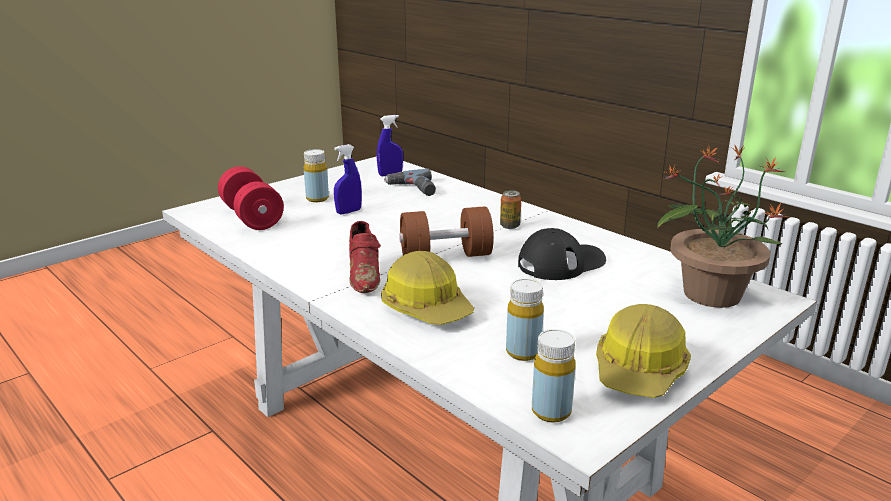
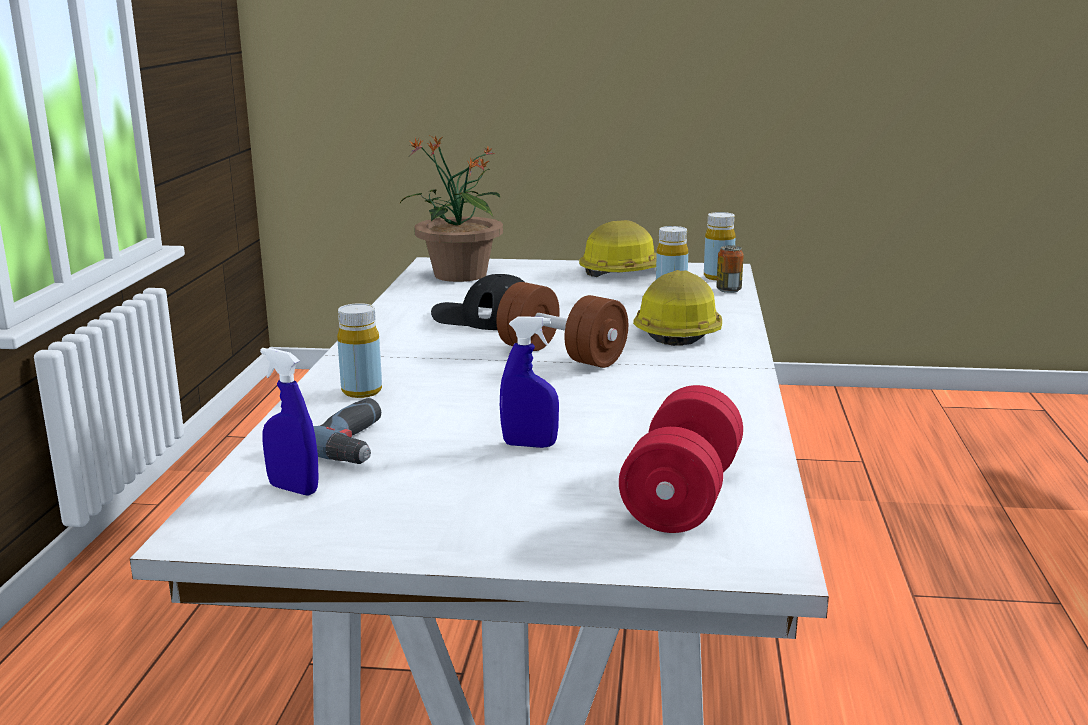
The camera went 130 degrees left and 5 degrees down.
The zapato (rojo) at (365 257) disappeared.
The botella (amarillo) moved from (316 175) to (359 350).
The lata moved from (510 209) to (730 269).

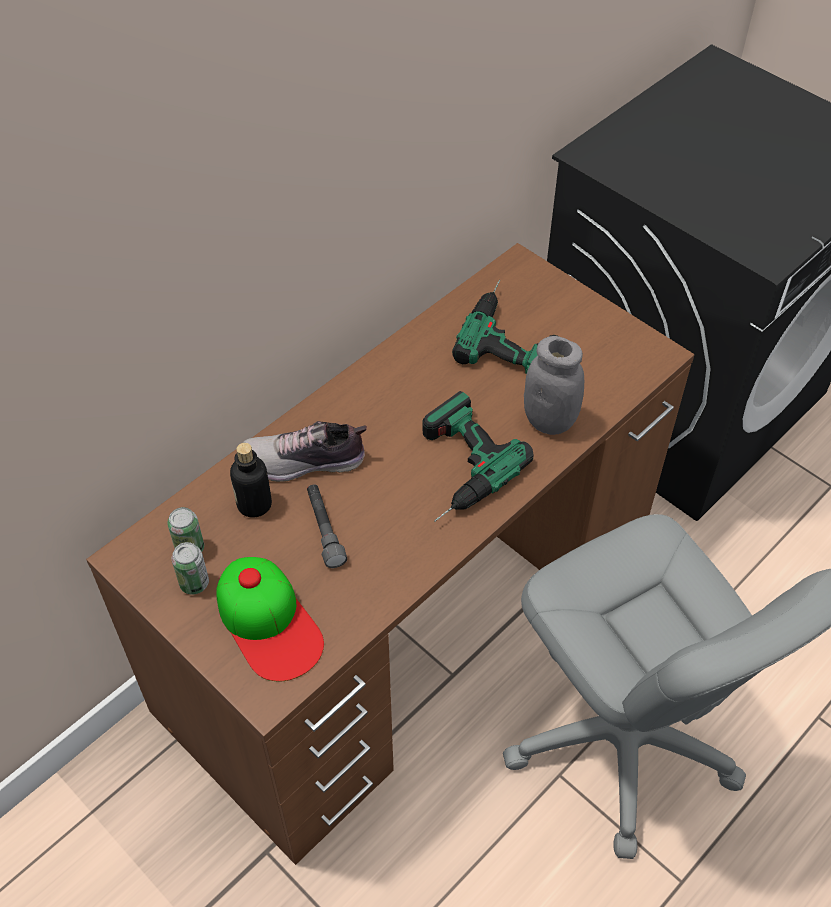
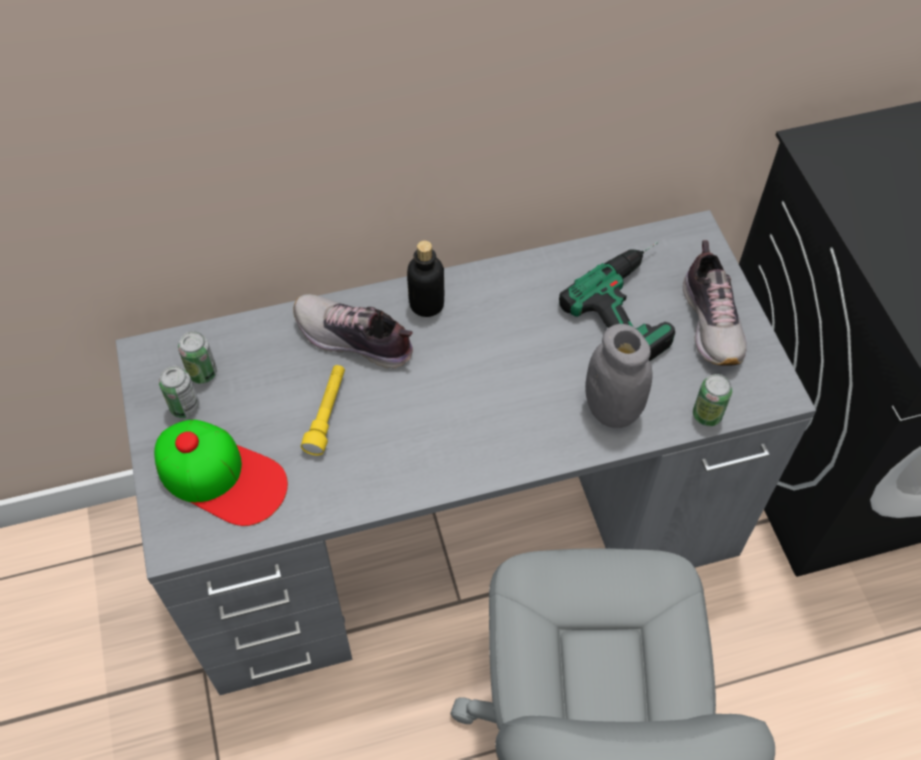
The camera went 30 degrees right and 5 degrees up.
The taladro at (477 456) disappeared.
The zapato at (715 303) appeared.
The lata at (712 400) appeared.
The botella moved from (251 480) to (425 279).
The escritorio (marrón) at (390 554) became the escritorio (gris) at (466 452).
The linterna (gris) at (327 526) became the linterna (amarillo) at (323 410).
The gorra at (270 619) turned 60 degrees counterclockwise.

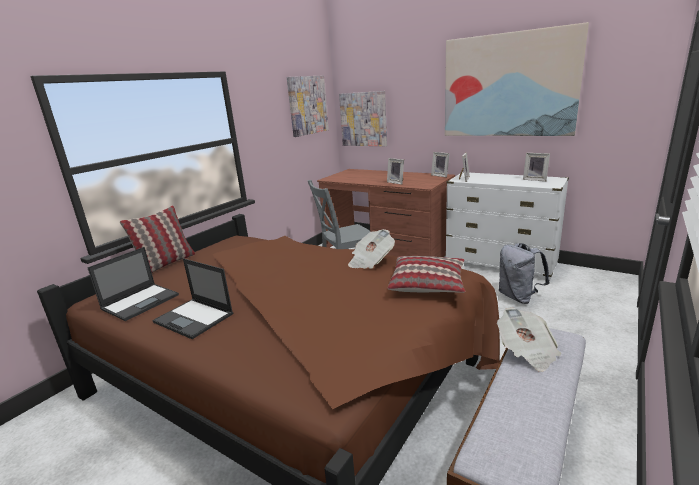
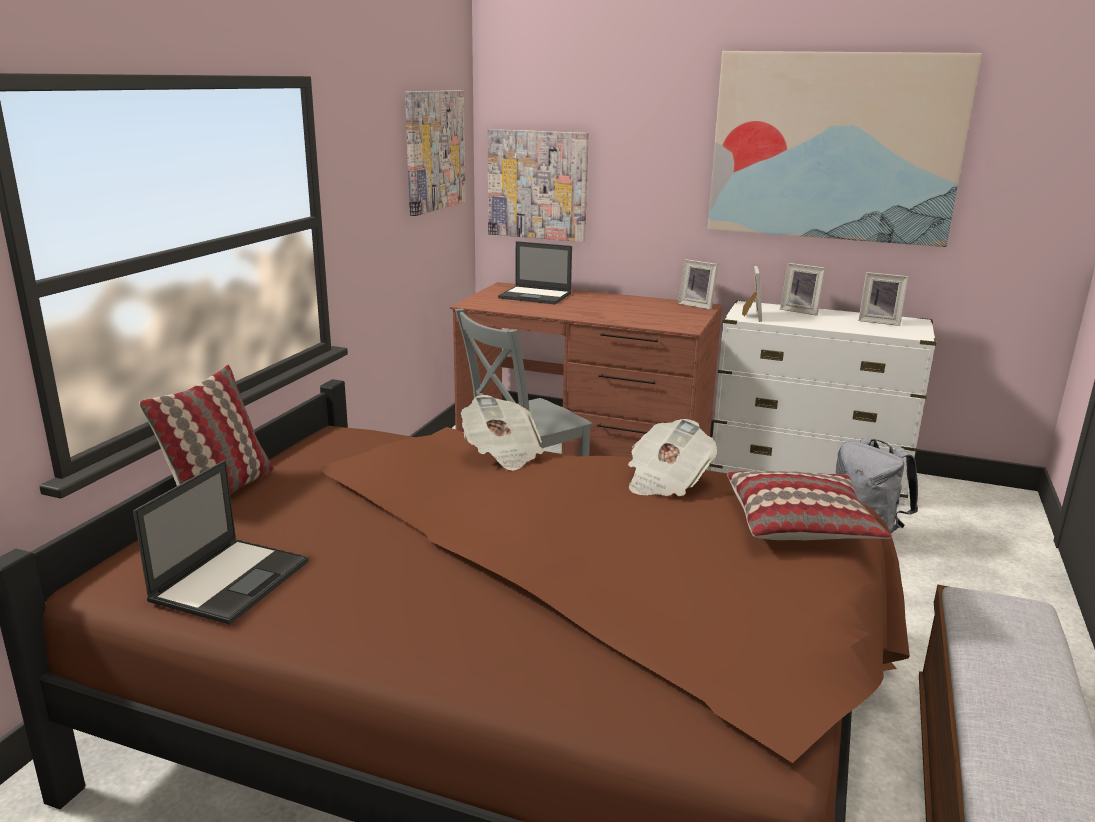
The camera went 15 degrees left and 0 degrees up.
The portátil moved from (192 298) to (535 272).
The portarretratos moved from (395 171) to (803 289).
The periódico moved from (529 339) to (502 433).

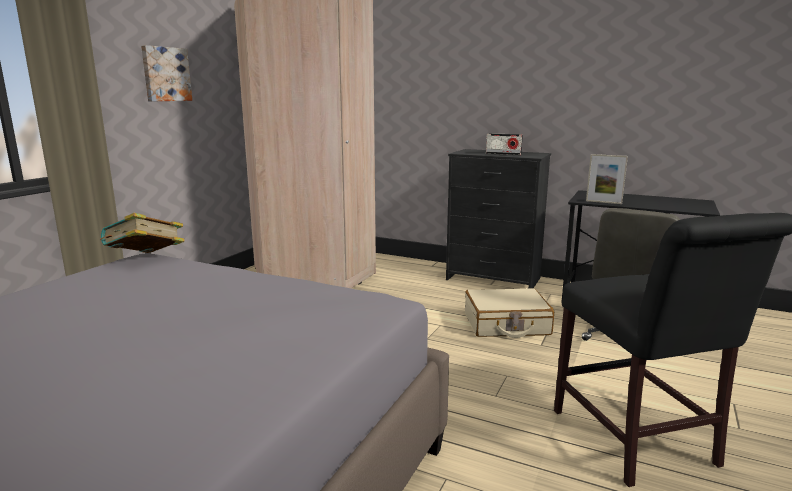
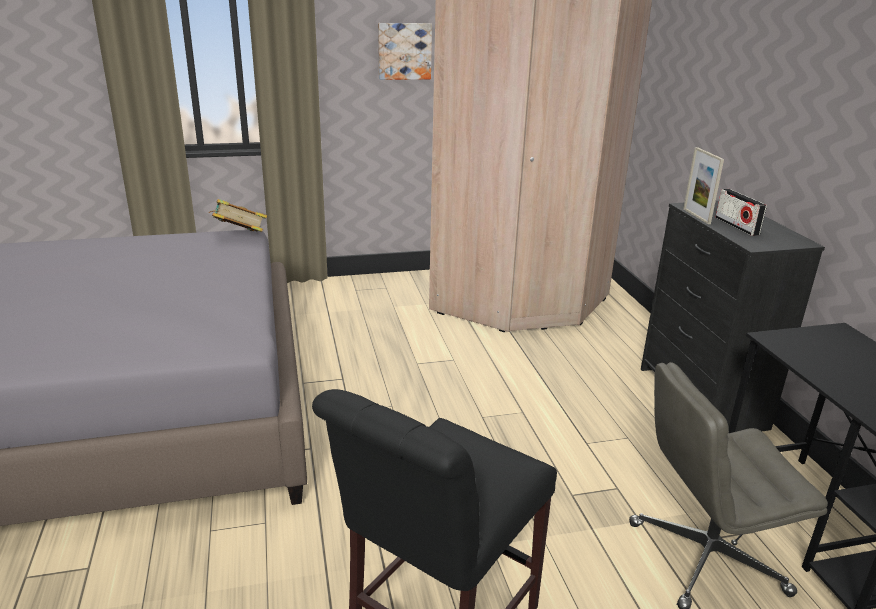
The camera went 50 degrees right and 10 degrees up.
The maleta (beis) at (509 313) disappeared.
The portarretratos moved from (607 179) to (703 185).

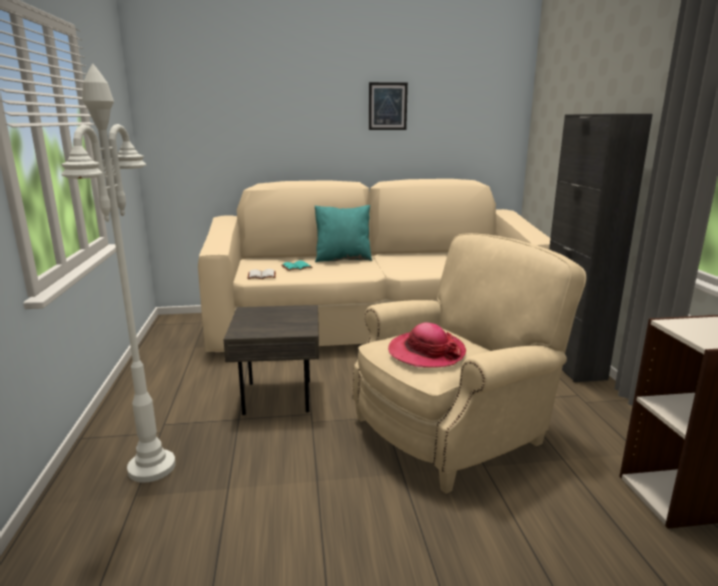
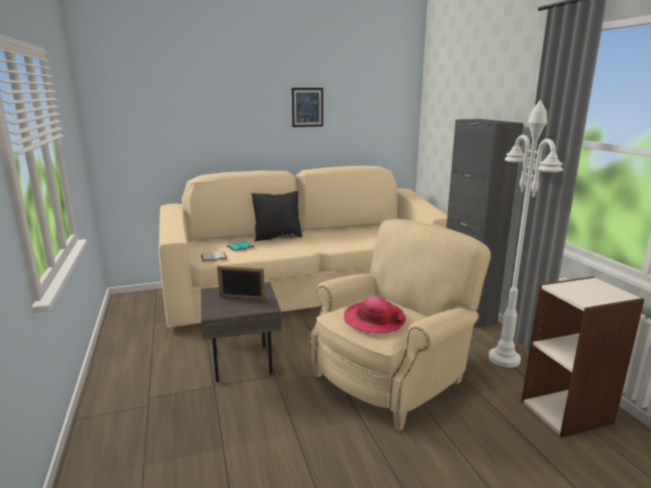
The camera went 10 degrees left and 0 degrees up.
The portarretratos at (241 283) appeared.
The lámpara de pie (blanco) moved from (118 273) to (526 234).
The cojín (turquesa) at (343 233) became the cojín (negro) at (277 216).

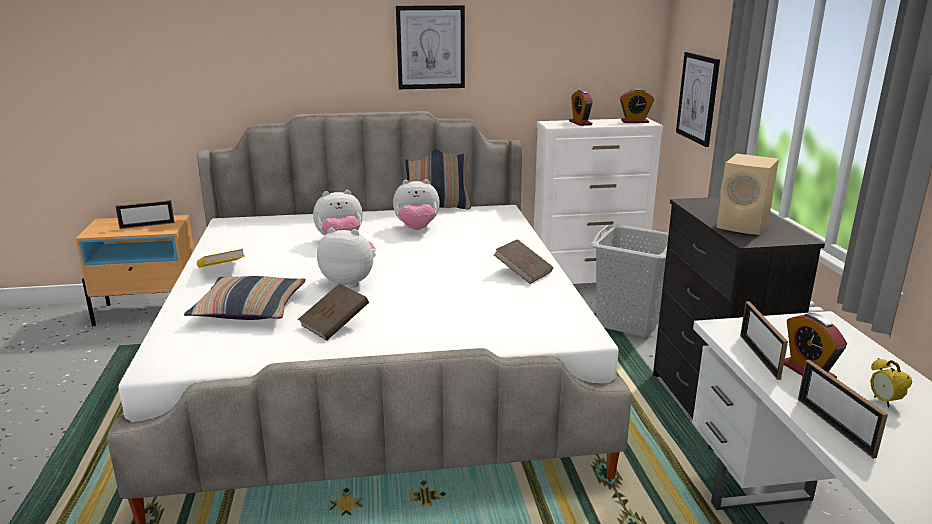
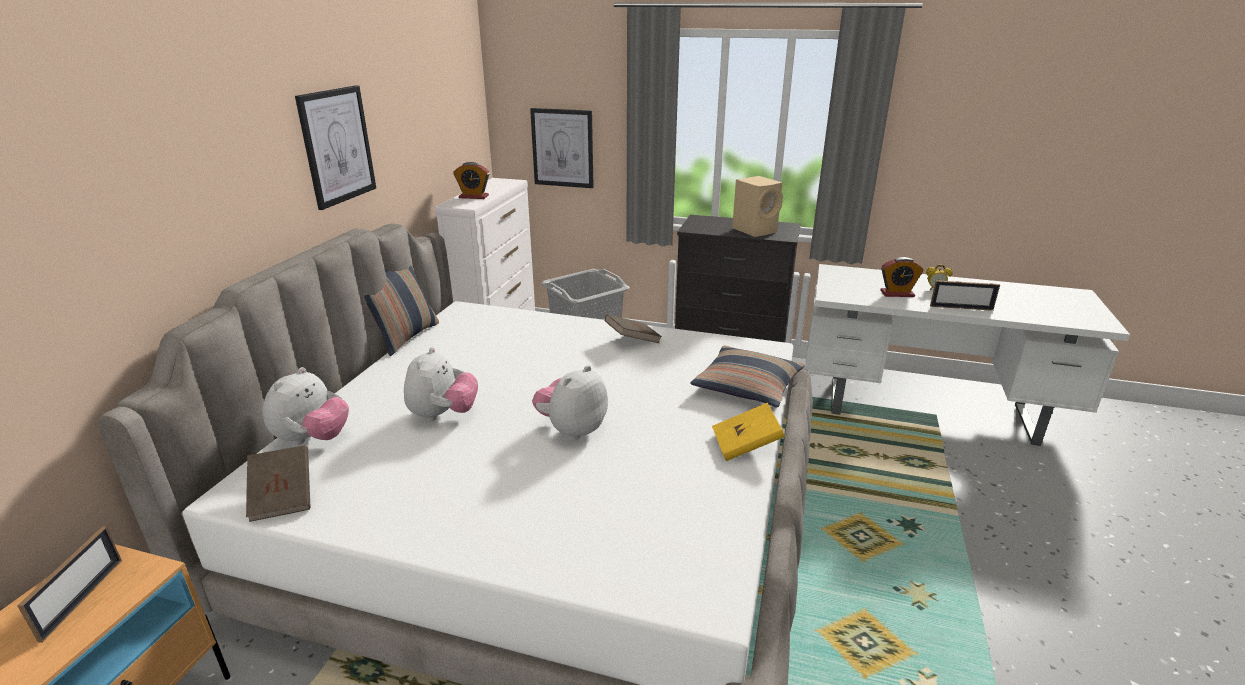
The camera went 65 degrees left and 5 degrees up.
The despertador at (637 106) disappeared.
The portarretratos at (764 340) disappeared.
The cojín moved from (245 298) to (747 376).
The libro (amarillo) moved from (220 258) to (748 432).
The libro (marrón) moved from (333 312) to (278 483).
The peluche moved from (416 204) to (305 406).

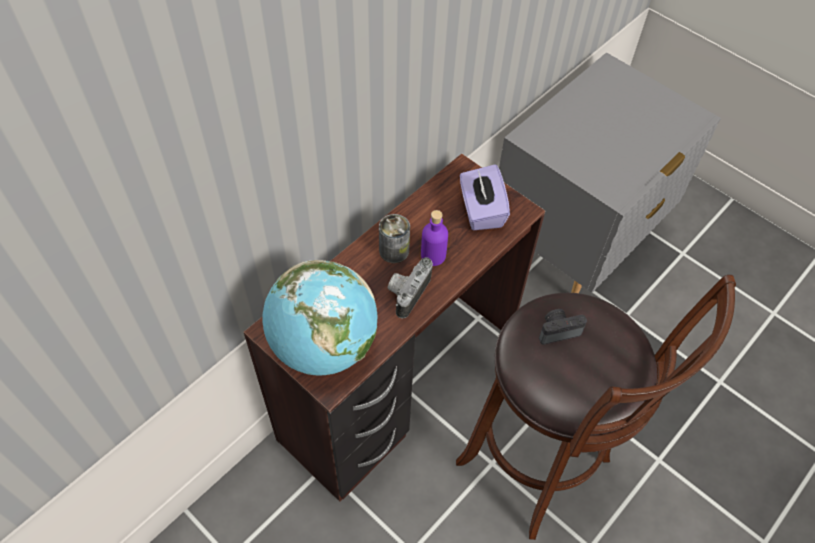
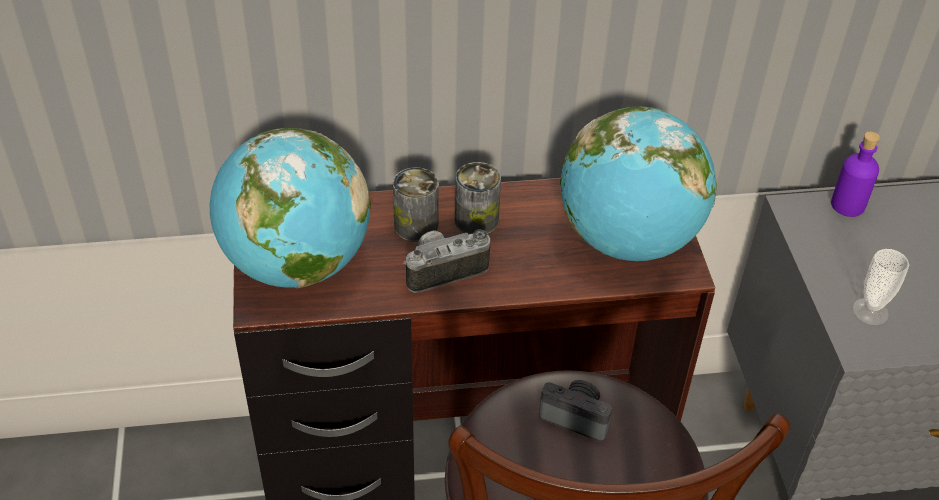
The camera went 40 degrees right and 10 degrees down.
The lata at (416 204) appeared.
The taza at (880 287) appeared.
The botella (morado) moved from (434 238) to (855 174).
The caja de pañuelos (morado) at (485 197) was replaced by the globo terráqueo at (638 183).

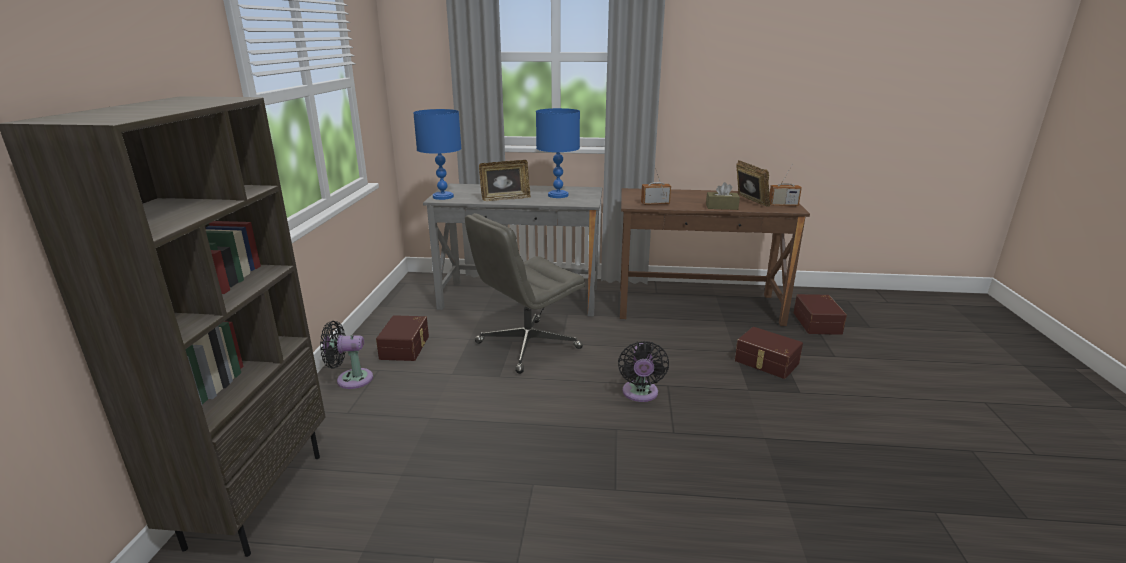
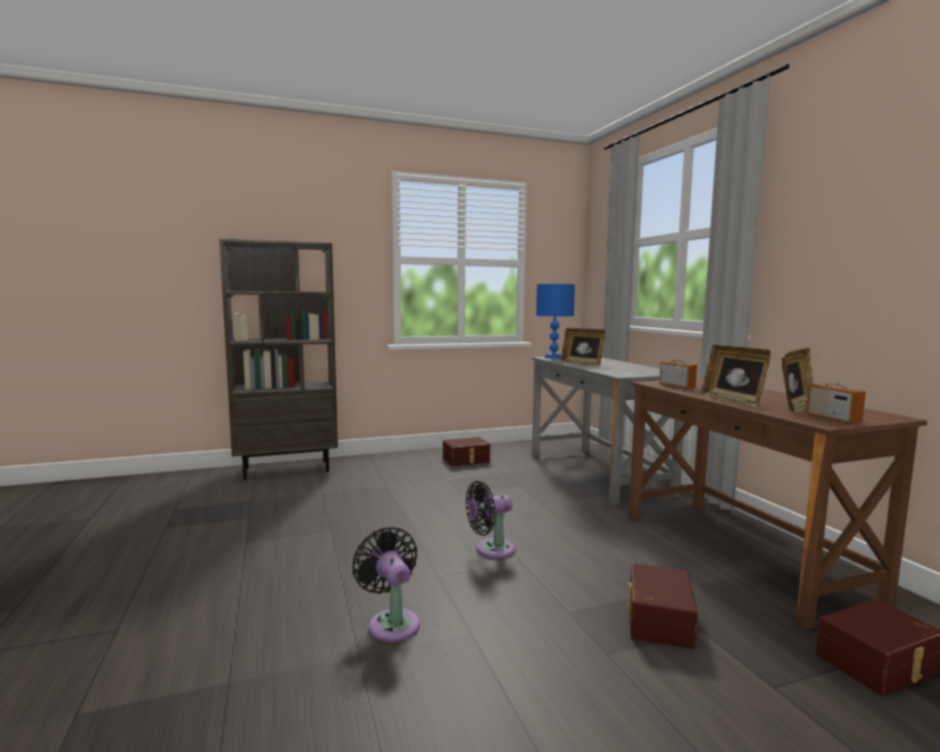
The camera went 65 degrees right and 15 degrees down.
The silla de oficina (gris) at (525 293) disappeared.
The lámpara de mesa (azul) at (558 153) disappeared.
The ventilador (negro) moved from (346 355) to (386 584).
The caja de pañuelos (marrón) at (723 196) was replaced by the portarretratos at (736 376).

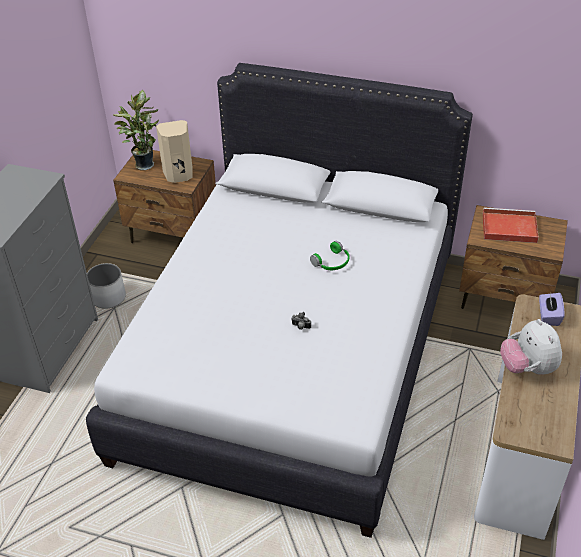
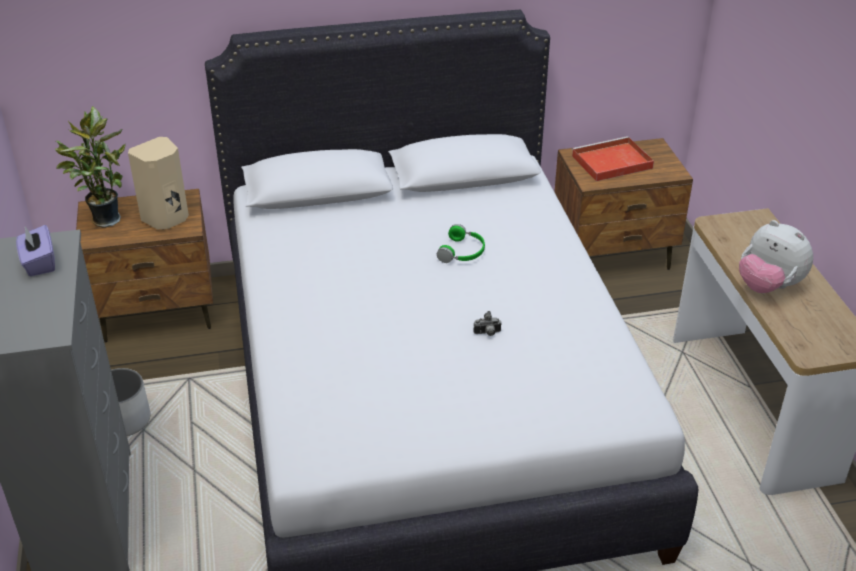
The camera went 30 degrees left and 5 degrees down.
The caja de pañuelos (morado) moved from (551 309) to (35 250).

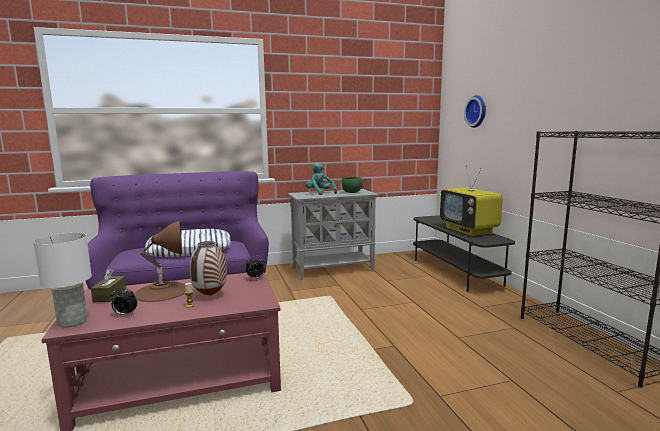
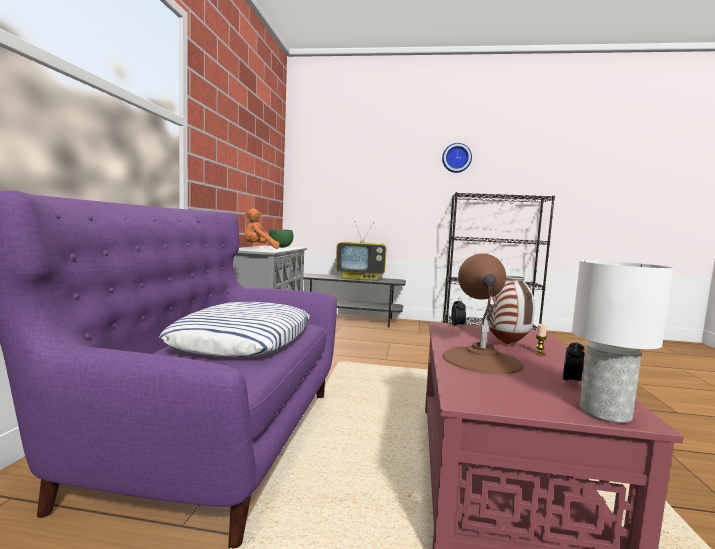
The camera went 65 degrees left and 5 degrees down.
The caja de pañuelos (marrón) at (108 285) disappeared.
The reloj de pared moved from (475 111) to (457 158).
The peluche (turquesa) at (321 178) became the peluche (naranja) at (262 228).

